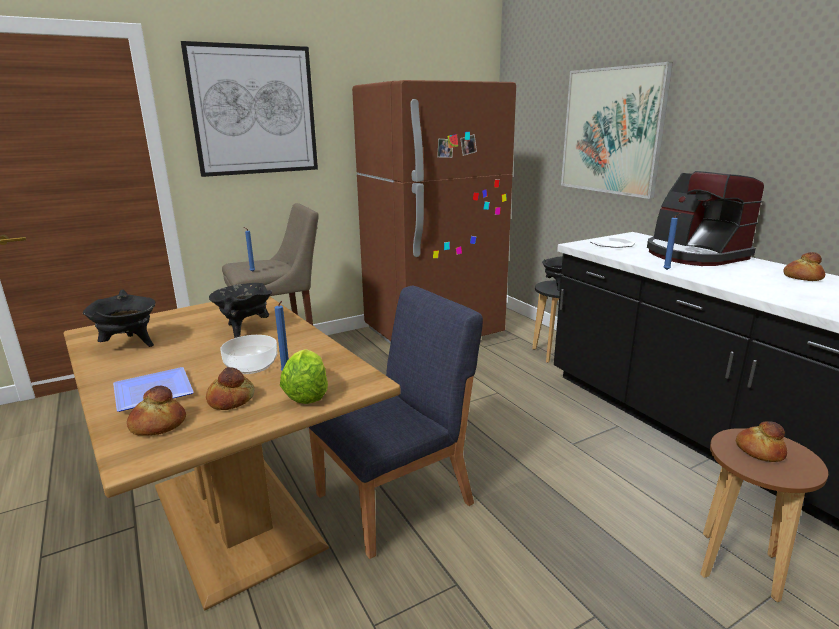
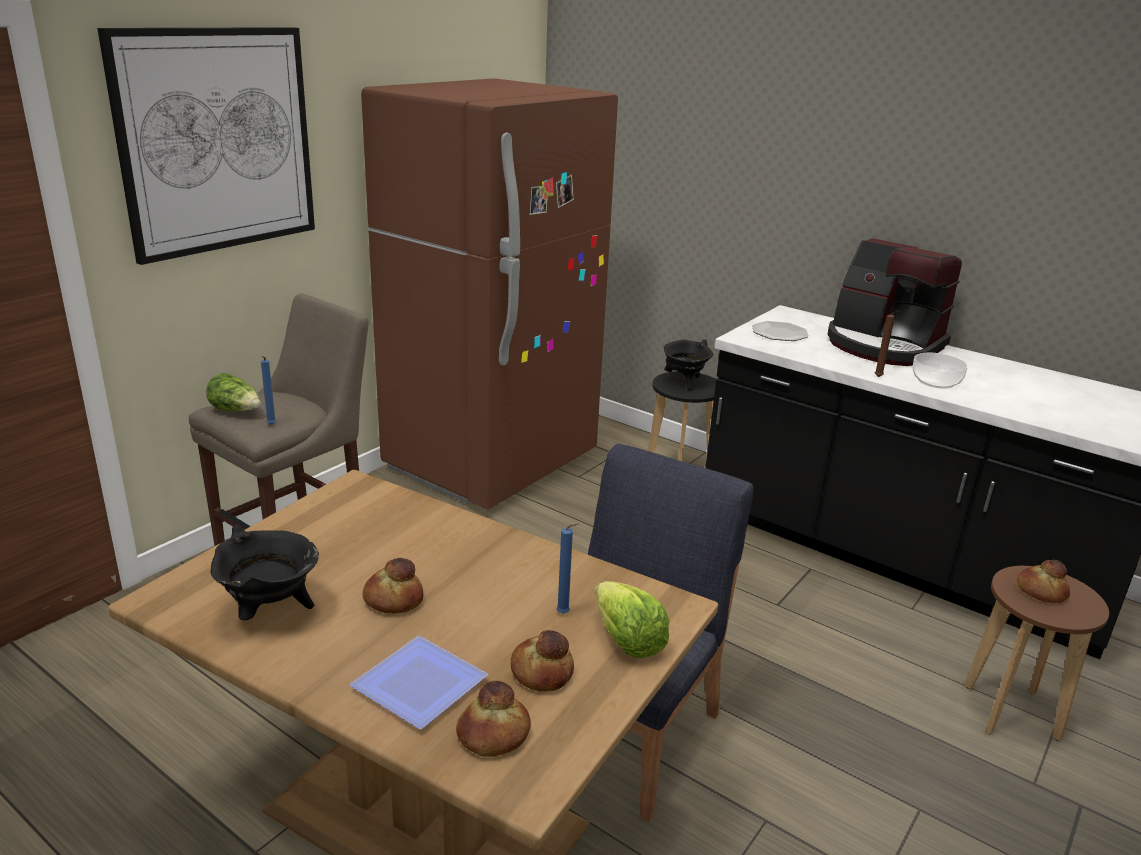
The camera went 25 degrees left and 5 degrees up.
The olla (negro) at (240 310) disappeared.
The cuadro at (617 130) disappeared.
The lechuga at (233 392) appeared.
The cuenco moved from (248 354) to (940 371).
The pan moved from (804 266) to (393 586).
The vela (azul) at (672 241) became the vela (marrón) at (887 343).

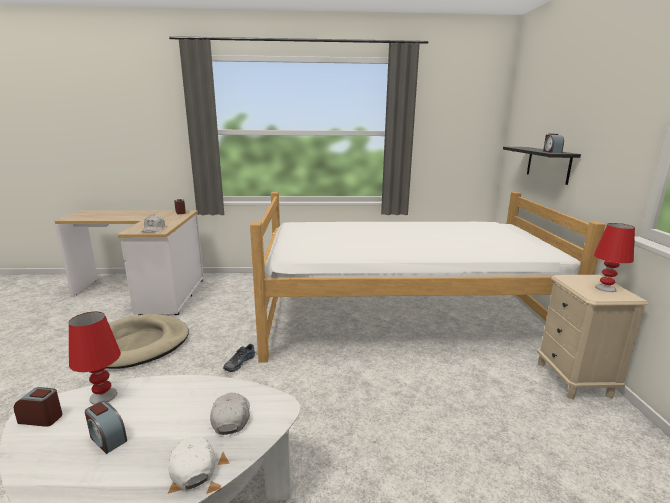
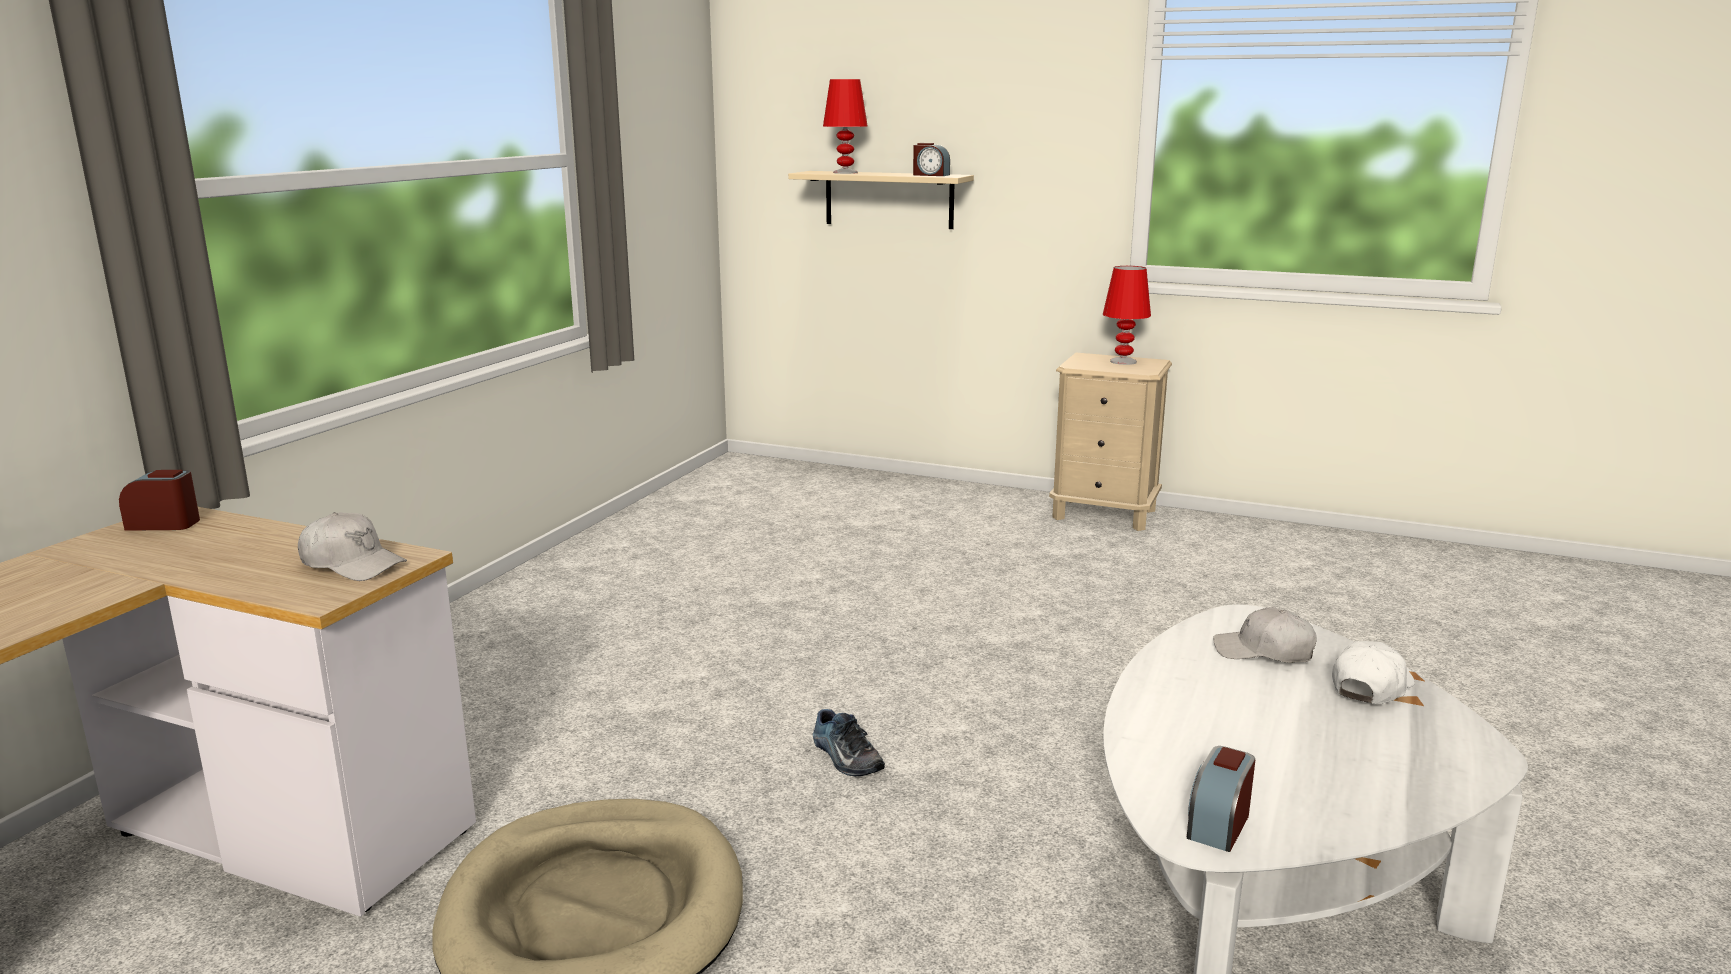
The camera went 65 degrees left and 0 degrees up.
The despertador at (106 427) disappeared.
The cama at (427 277) disappeared.
The lámpara de mesa (rojo) moved from (95 358) to (845 126).
The estante (negro) at (542 166) became the estante (beis) at (881 200).
The gorra (blanco) at (192 463) turned 135 degrees clockwise.

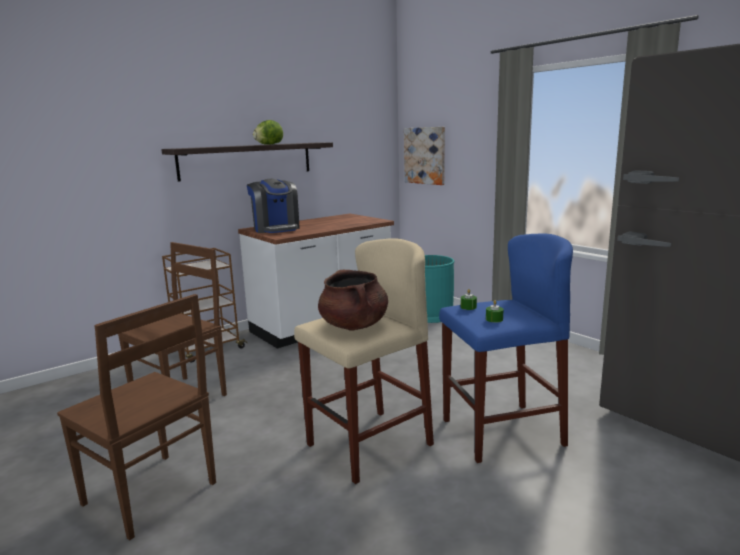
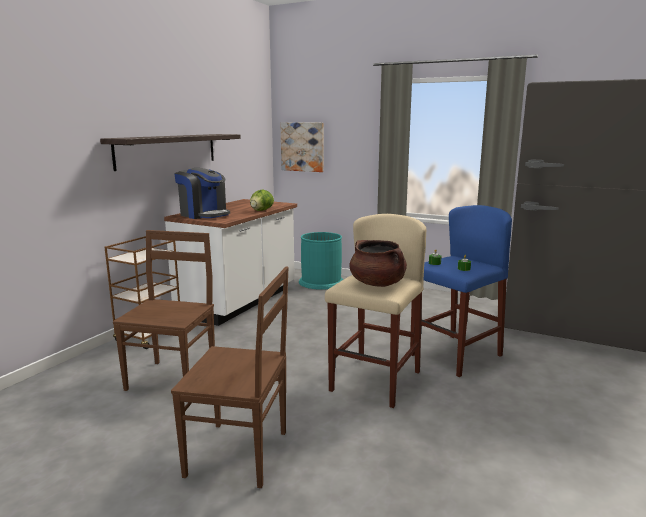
The camera went 25 degrees left and 0 degrees up.
The lechuga moved from (268 132) to (262 200).

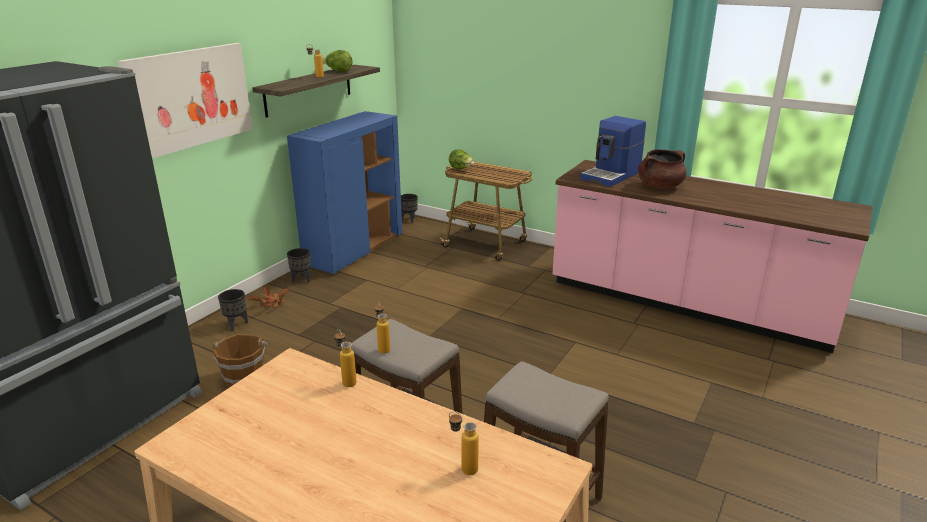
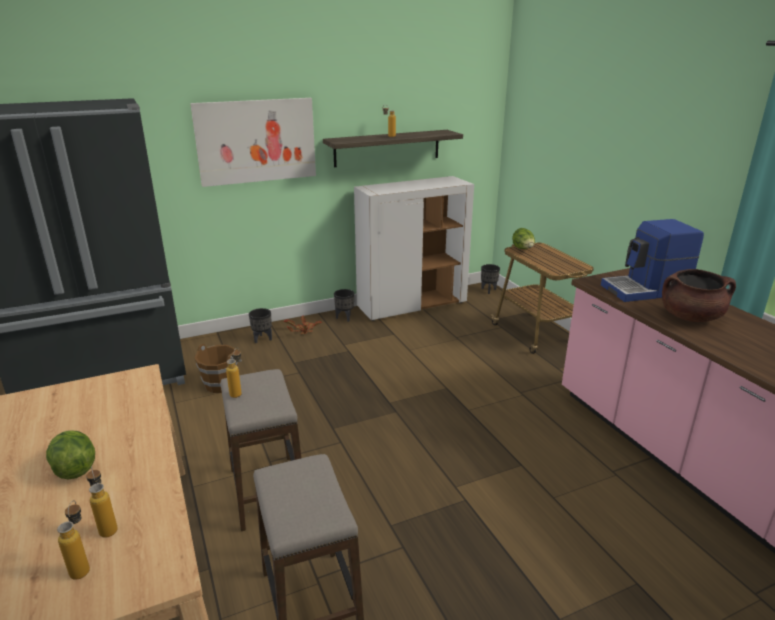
The camera went 35 degrees right and 0 degrees up.
The lechuga moved from (337 61) to (70 454).
The botella moved from (346 358) to (73 540).
The armario (azul) at (344 193) became the armario (blanco) at (414 248).

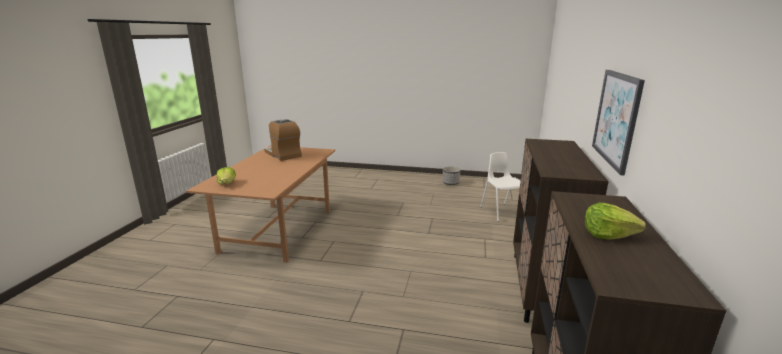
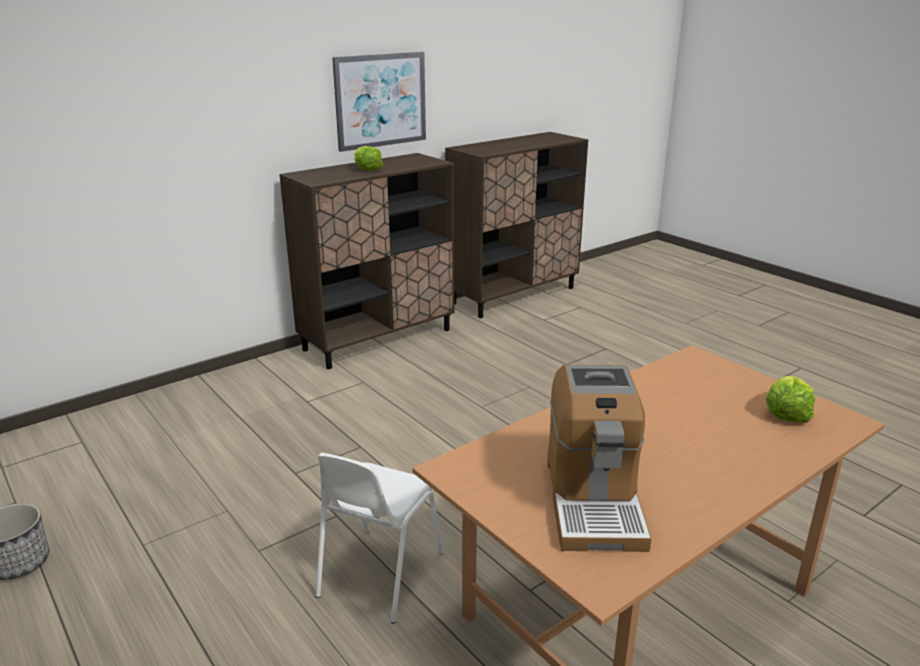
The camera went 140 degrees left and 5 degrees up.
The silla (blanco) moved from (500 187) to (379 538).
The lechuga moved from (615 221) to (368 158).

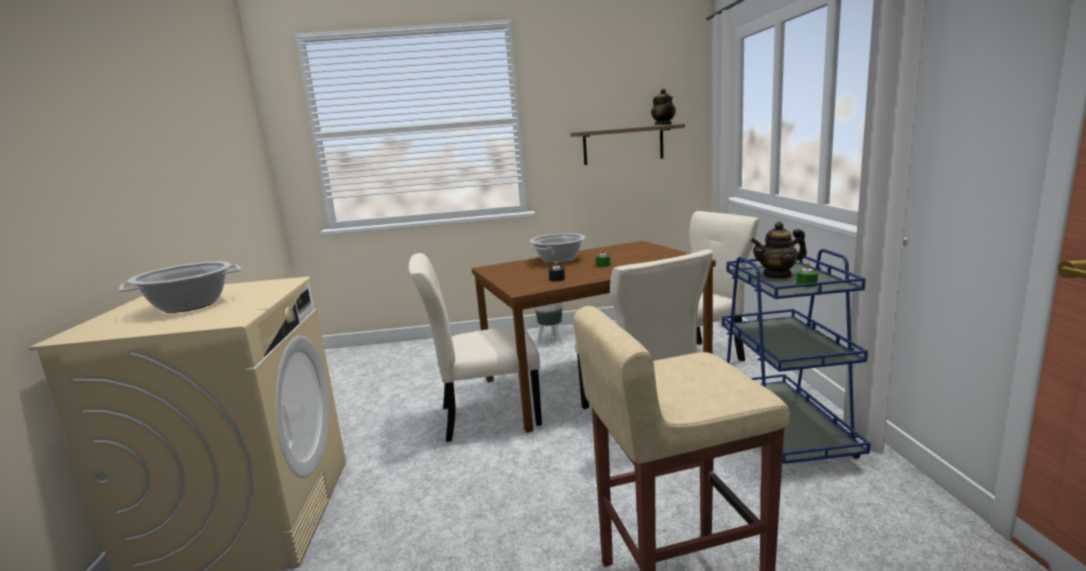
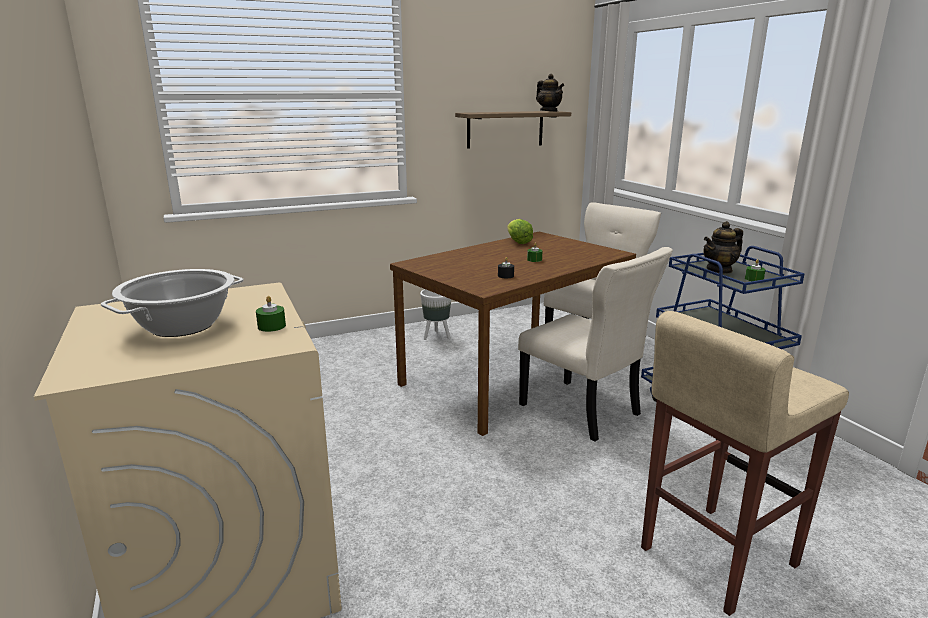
The camera went 20 degrees left and 5 degrees up.
The silla (beis) at (475 347) disappeared.
The olla at (557 248) disappeared.
The vela (verde) at (271 314) appeared.
The lechuga at (520 231) appeared.

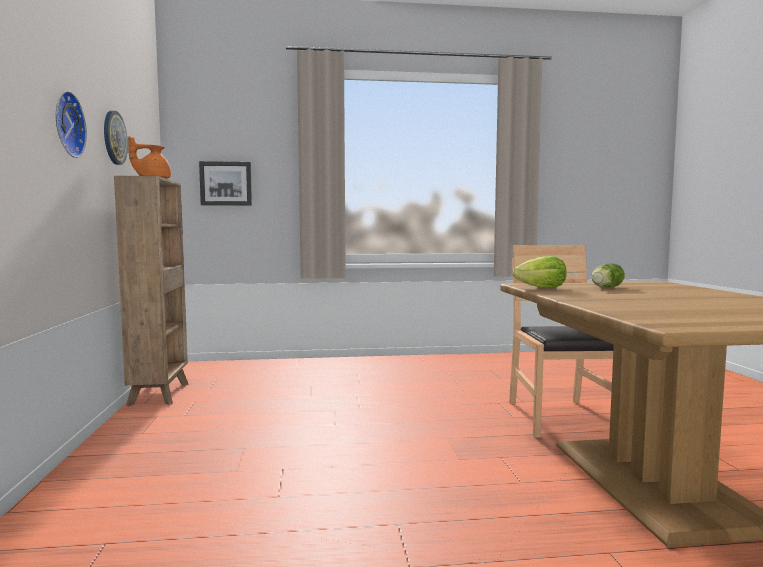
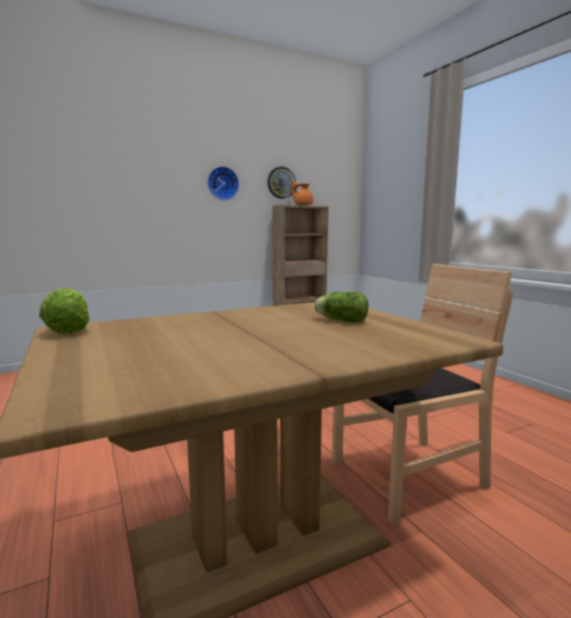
The camera went 70 degrees right and 5 degrees up.
The cuadro at (225 183) disappeared.
The lechuga moved from (540 272) to (64 311).

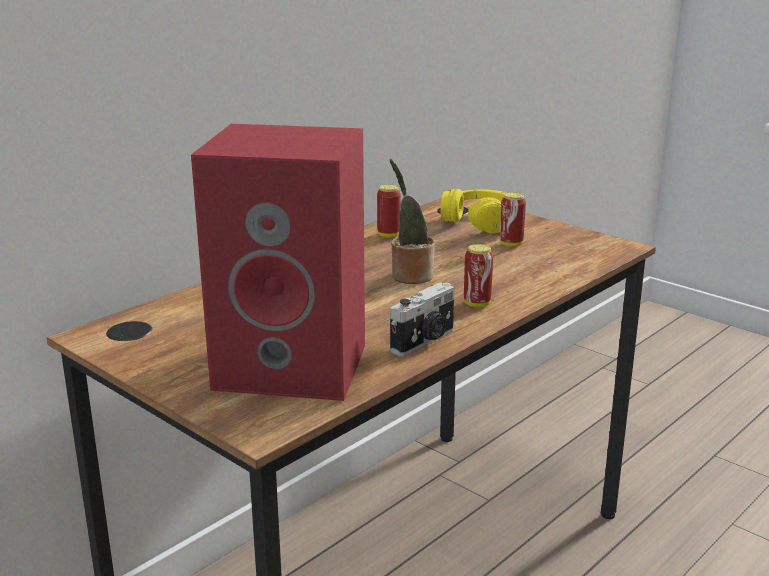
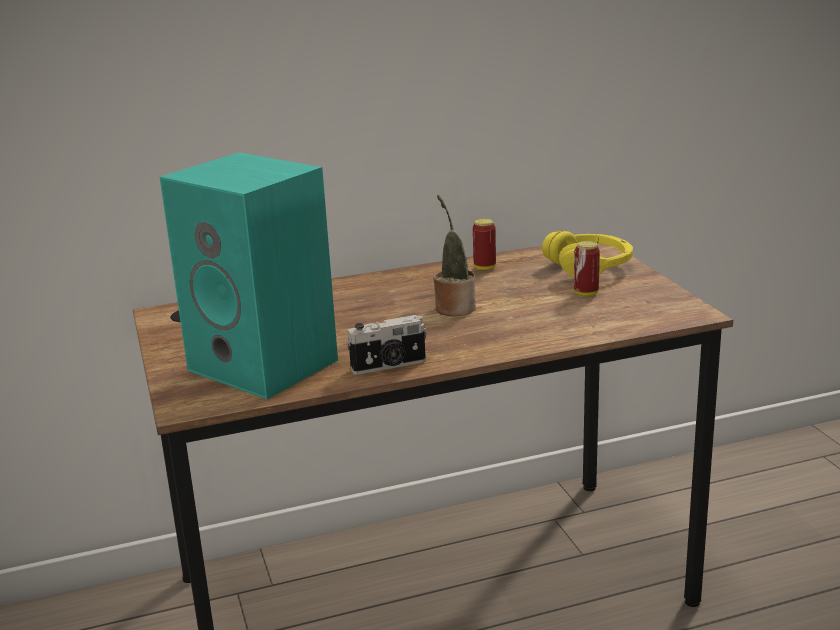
The camera went 30 degrees right and 0 degrees up.
The lata at (478 275) disappeared.
The altavoz (rojo) at (278 262) became the altavoz (turquesa) at (249 276).

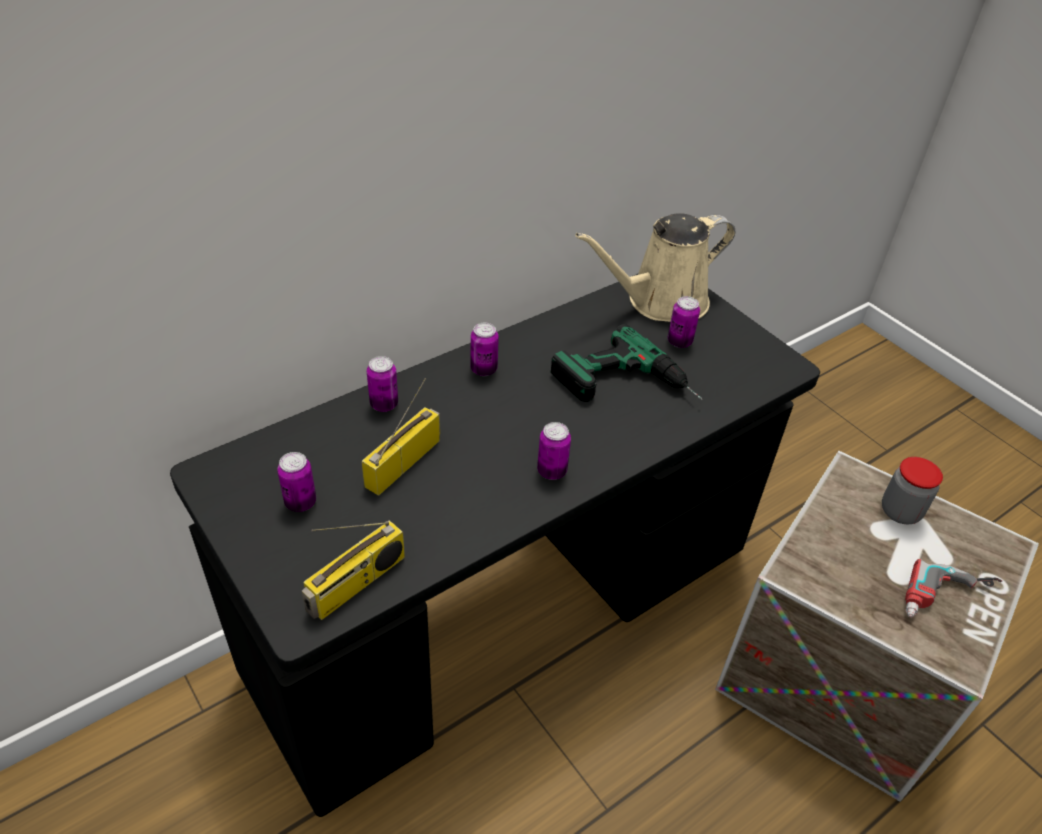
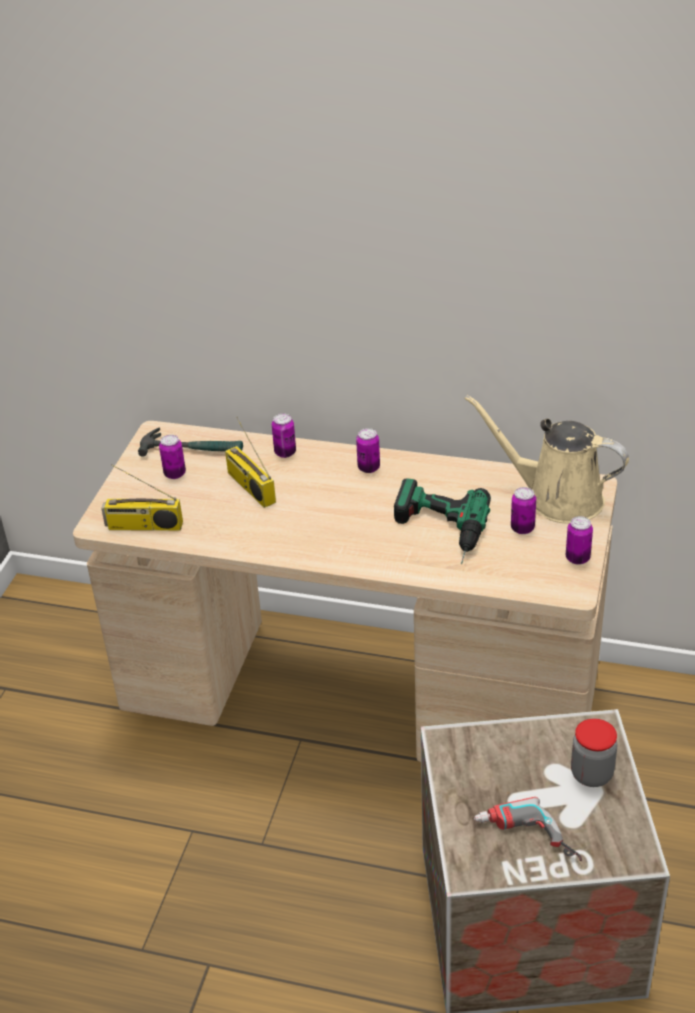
The camera went 55 degrees right and 5 degrees down.
The martillo at (190 442) appeared.
The lata moved from (554 451) to (579 540).
The escritorio (negro) at (495 545) became the escritorio (beis) at (345 591).
The radio at (400 437) turned 120 degrees counterclockwise.

